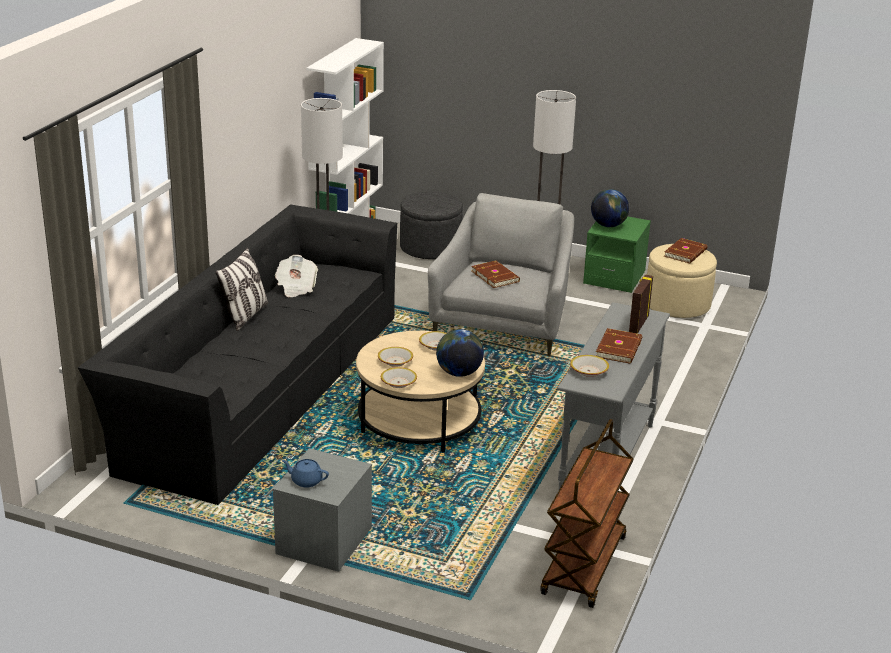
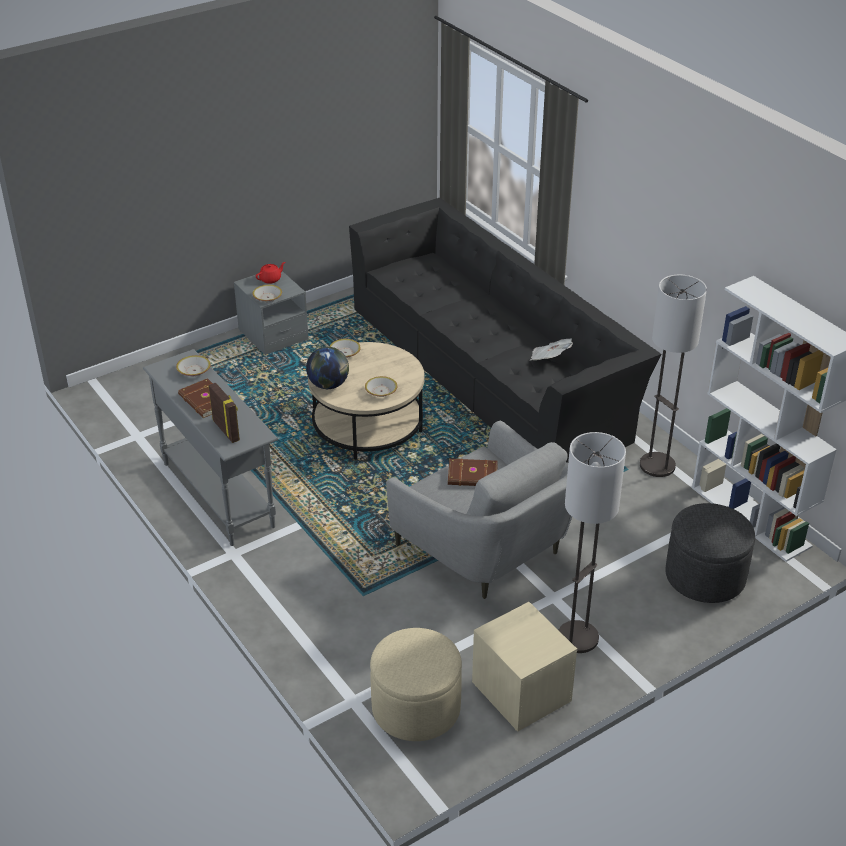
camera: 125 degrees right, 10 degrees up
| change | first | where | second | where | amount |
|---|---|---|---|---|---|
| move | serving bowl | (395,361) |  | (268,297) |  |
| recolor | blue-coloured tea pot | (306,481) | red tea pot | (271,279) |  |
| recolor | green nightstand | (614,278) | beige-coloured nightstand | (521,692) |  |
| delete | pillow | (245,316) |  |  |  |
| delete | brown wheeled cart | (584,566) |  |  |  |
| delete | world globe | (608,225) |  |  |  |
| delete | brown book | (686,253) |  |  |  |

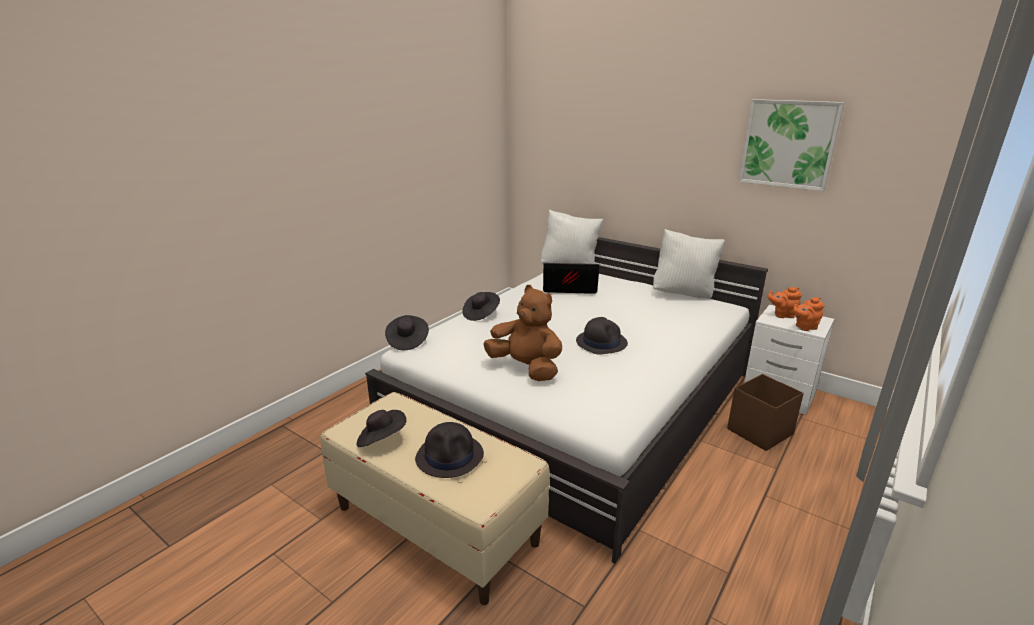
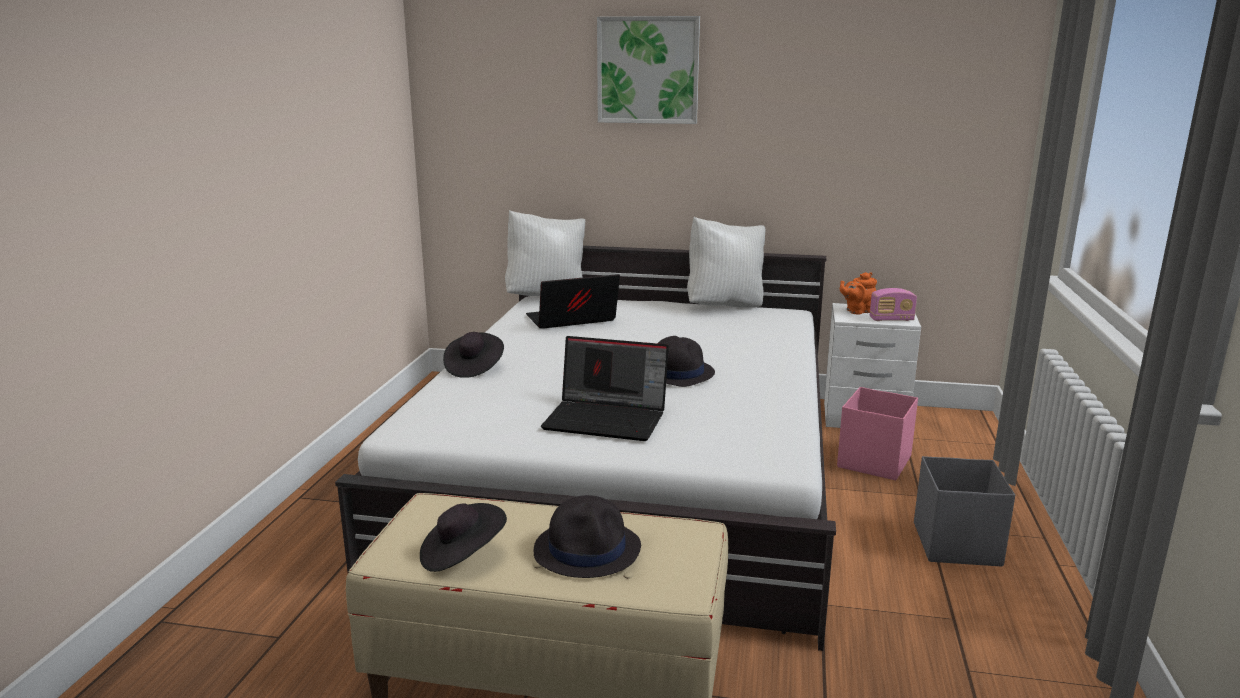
camera: 25 degrees left, 5 degrees down
| change | first | where | second | where | amount |
|---|---|---|---|---|---|
| replace | brown plush toy | (526,368) | portable computer | (608,419) |  |
| move | wall art | (788,144) |  | (648,70) |  |
| recolor | brown storage box | (759,432) | pinkish storage box | (873,462) |  |
| replace | orange-coloured tea pot | (804,327) | radio | (891,319) |  |
| insert |  |  | gray storage box | (956,543) |  |
| delete | black-coloured clothing hat | (407,341) |  |  |  |

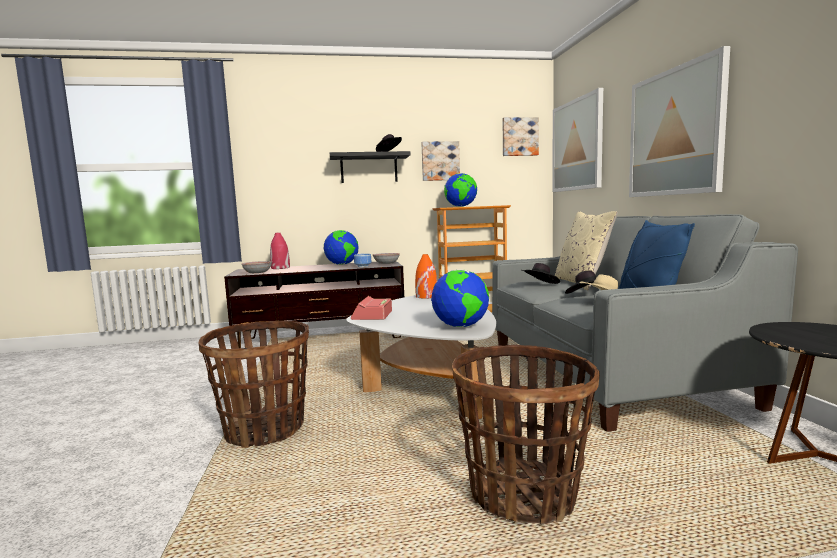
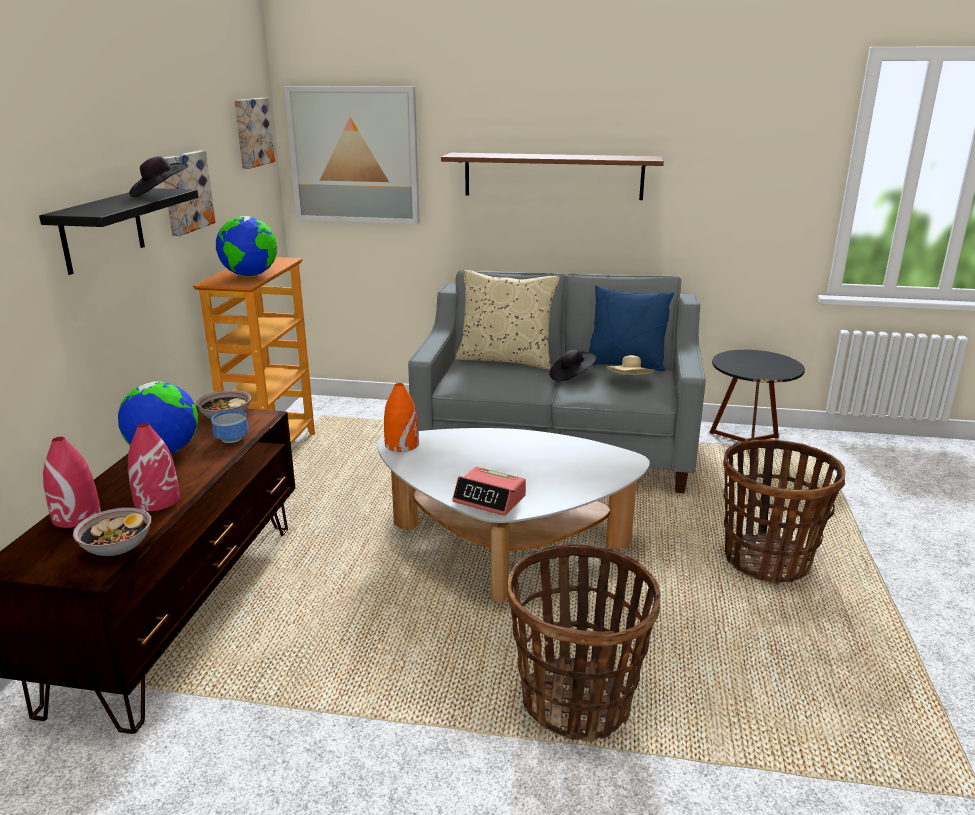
camera: 70 degrees left, 15 degrees up
| change | first | where | second | where | amount |
|---|---|---|---|---|---|
| insert |  |  | red decorative vase | (157,500) |  |
| replace | wall art | (675,132) | brown bracket shelf | (553,176) |  |
| delete | world globe | (461,326) |  |  |  |
| delete | black-coloured clothing hat | (540,285) |  |  |  |

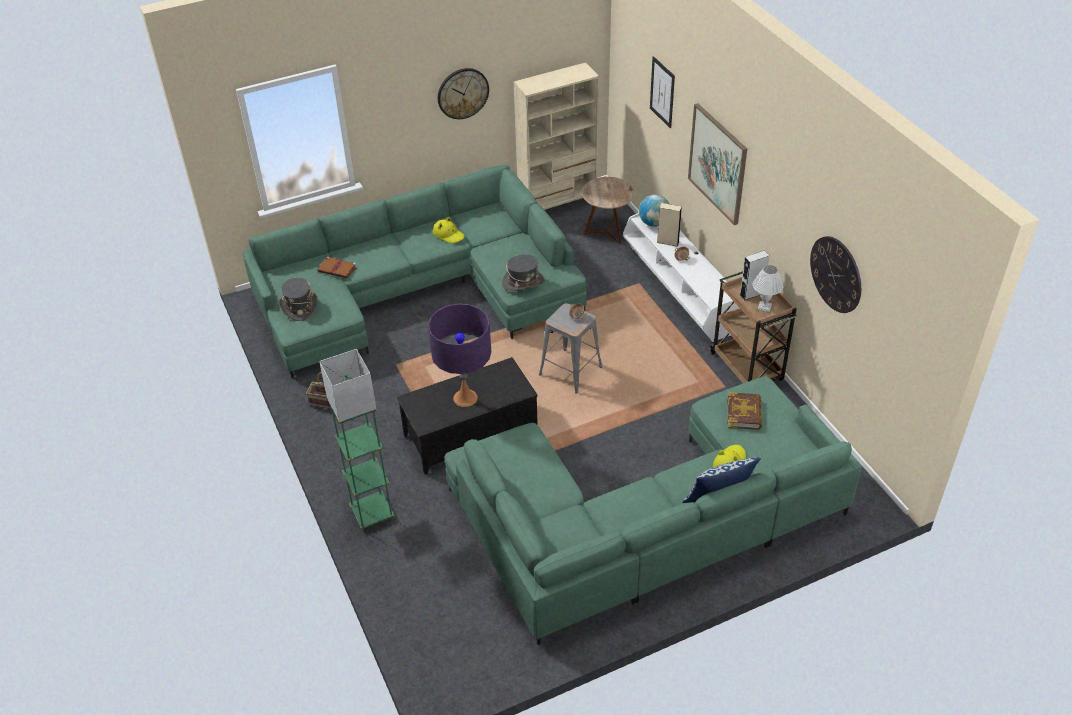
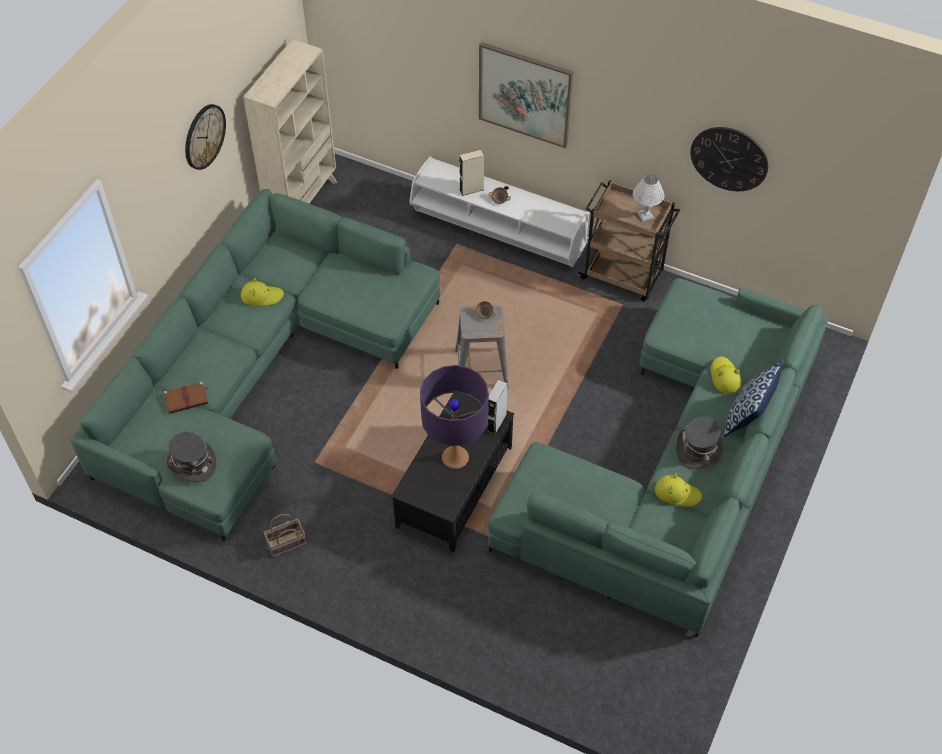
camera: 40 degrees left, 10 degrees up
| change | first | where | second | where | amount |
|---|---|---|---|---|---|
| move | gray loudspeaker | (751,294) |  | (496,422) |  |
| insert |  |  | yellow-coloured clothing hat | (677,493) |  |
| move | gray clothing hat | (523,282) |  | (698,449) |  |
| delete | green floor lamp | (372,513) |  |  |  |
| delete | brown end table | (606,233) |  |  |  |
| delete | world globe | (653,223) |  |  |  |
| delete | wall art | (662,92) |  |  |  |
| delete | book | (744,413) |  |  |  |

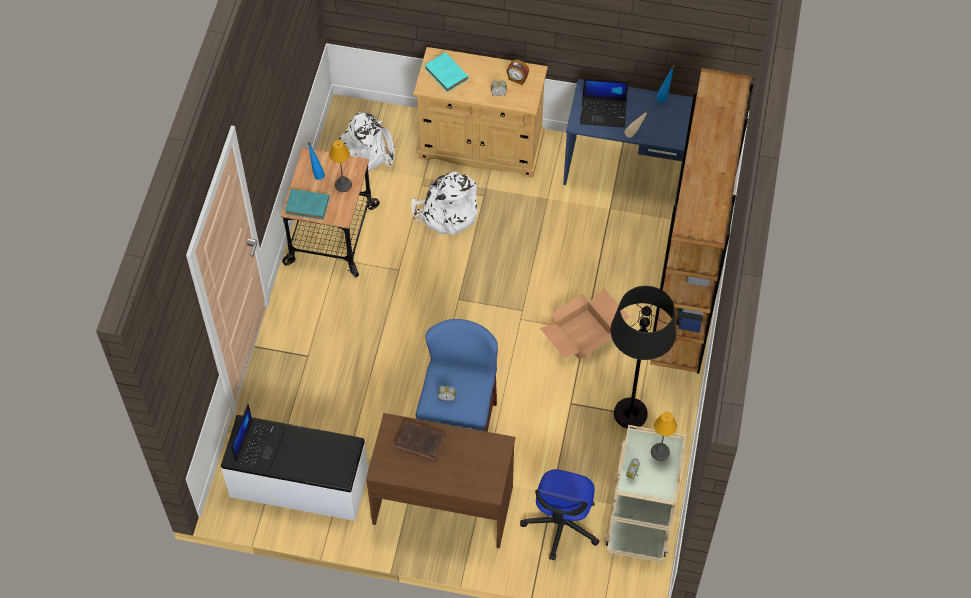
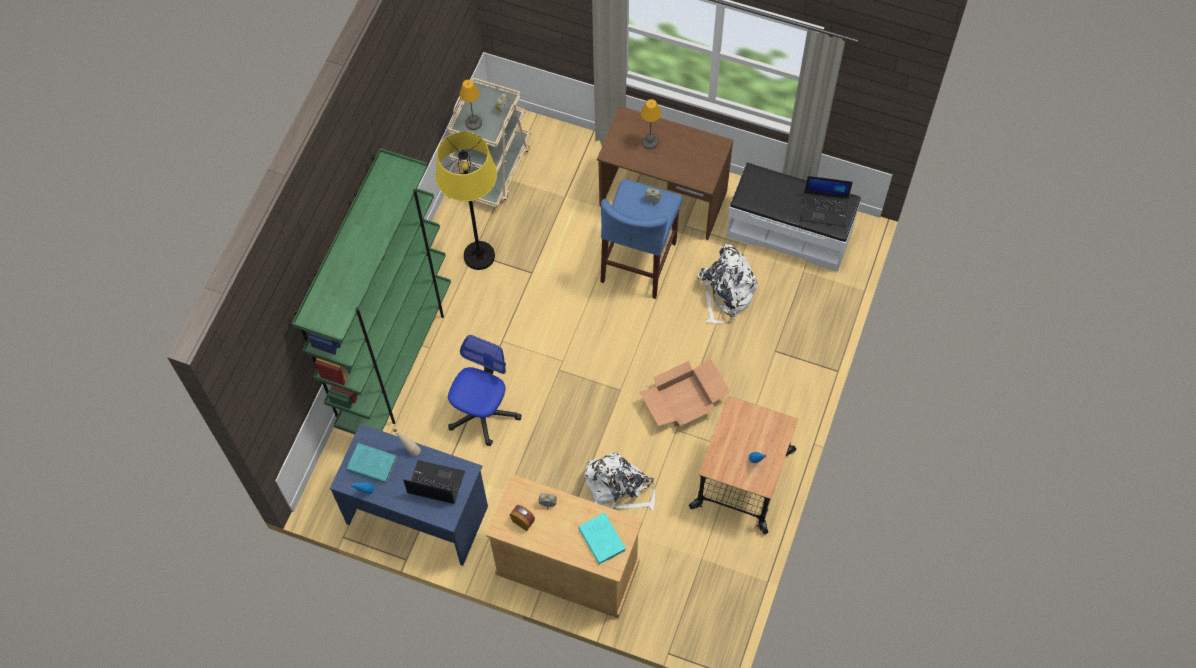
camera: 170 degrees left, 5 degrees up
| change | first | where | second | where | amount |
|---|---|---|---|---|---|
| recolor | brown bookshelf | (685,298) | green bookshelf | (396,360) |  |
| move | turquoise-coloured book | (308,206) |  | (371,464) |  |
| recolor | black-coloured floor lamp | (630,414) | yellow-coloured floor lamp | (479,255) |  |
| move | desk chair | (561,525) |  | (483,412) |  |
| move | packing box | (583,335) |  | (684,400) |  |
| move | table lamp | (343,185) |  | (649,142) |  |
| move | white-coloured knapsack | (365,150) |  | (726,293) |  |
| rotate | portable computer | (259,444) |  | (825,209) | 105 degrees counterclockwise |
| delete | brown book | (421,442) |  |  |  |

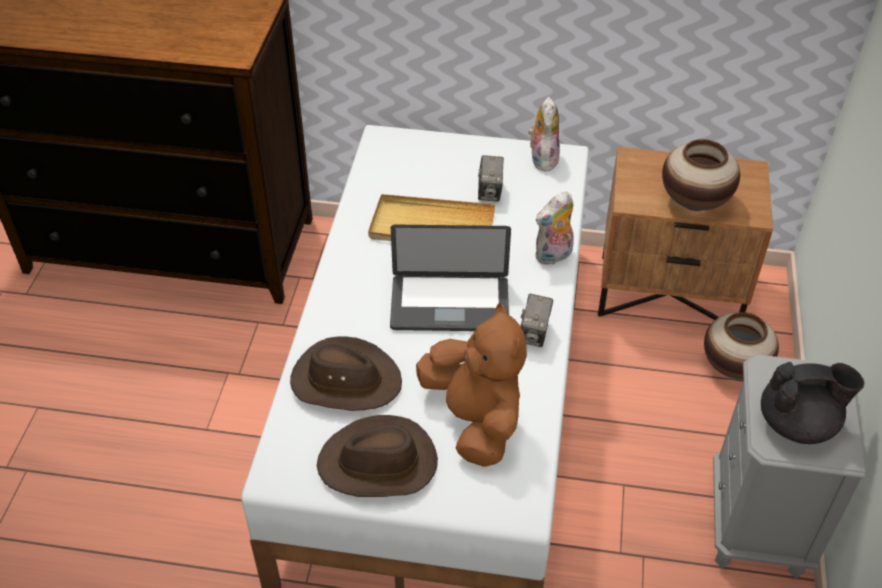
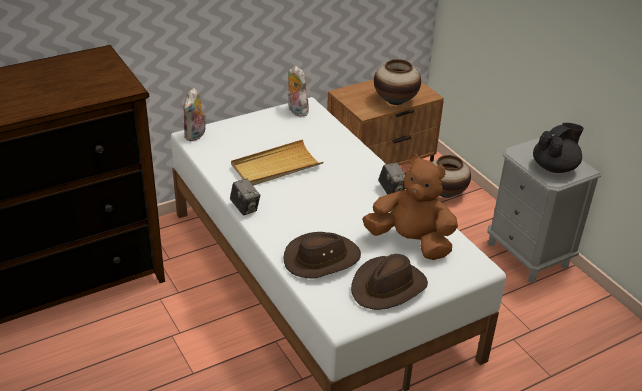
camera: 40 degrees left, 10 degrees down
| change | first | where | second | where | amount |
|---|---|---|---|---|---|
| move | plush toy | (553,256) |  | (196,135) |  |
| move | photo camera | (490,192) |  | (245,208) |  |
| delete | portable computer | (449,305) |  |  |  |

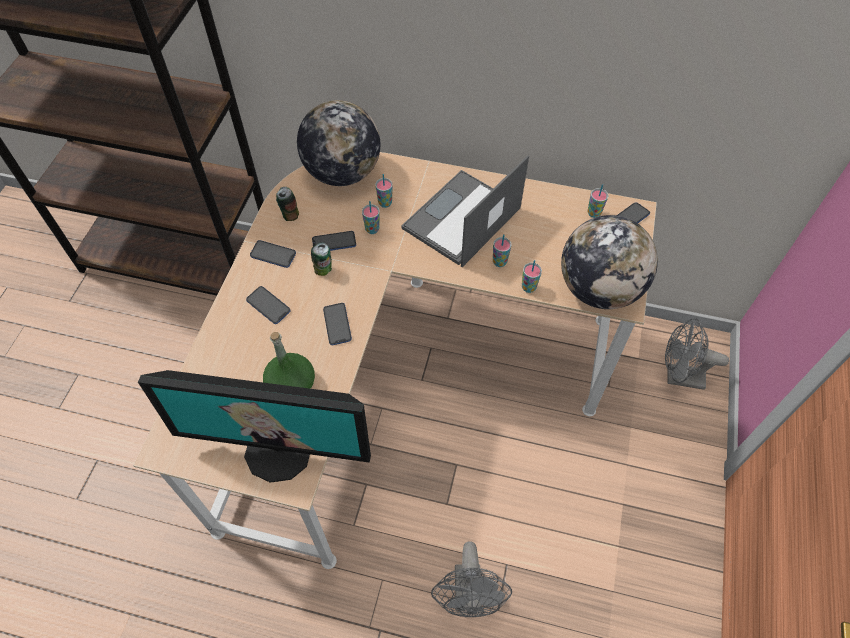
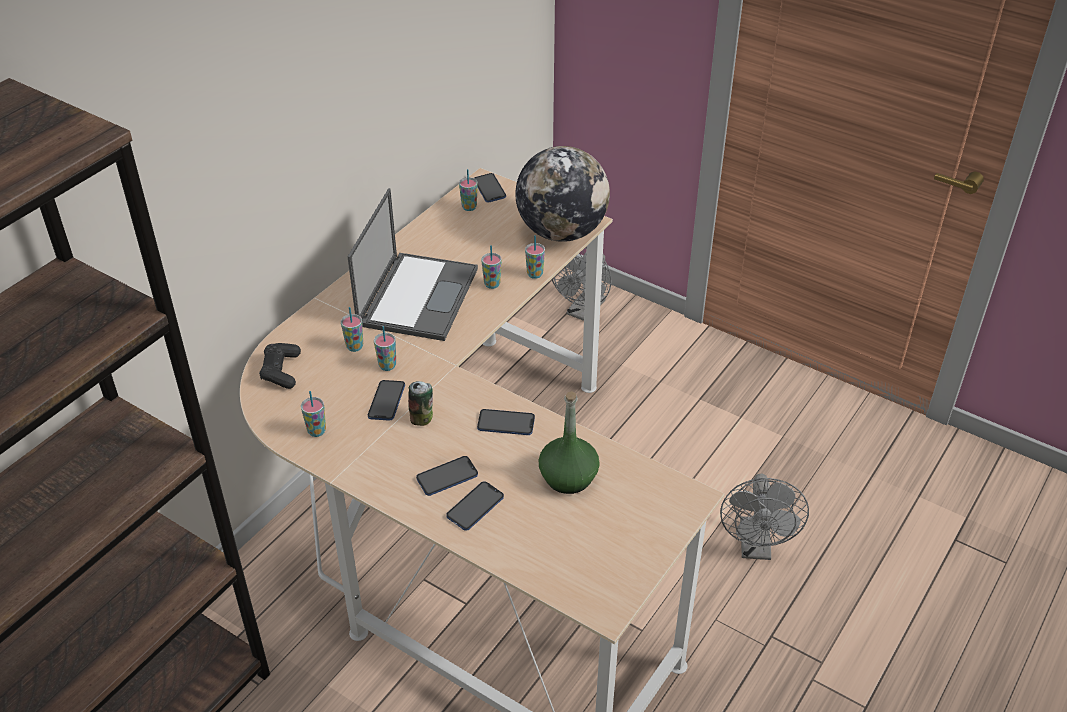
camera: 70 degrees left, 15 degrees down
| change | first | where | second | where | amount |
|---|---|---|---|---|---|
| replace | world globe | (342,173) | black-coloured game controller | (281,371) |  |
| replace | can | (290,215) | small cup | (316,431) |  |
| rotate | portable computer | (461,219) |  | (418,295) | 135 degrees counterclockwise |
| move | telephone | (273,255) |  | (475,507) |  |
| rotate | gray electric fan | (468,596) |  | (756,547) | 75 degrees clockwise |
| delete | monitor | (278,452) |  |  |  |

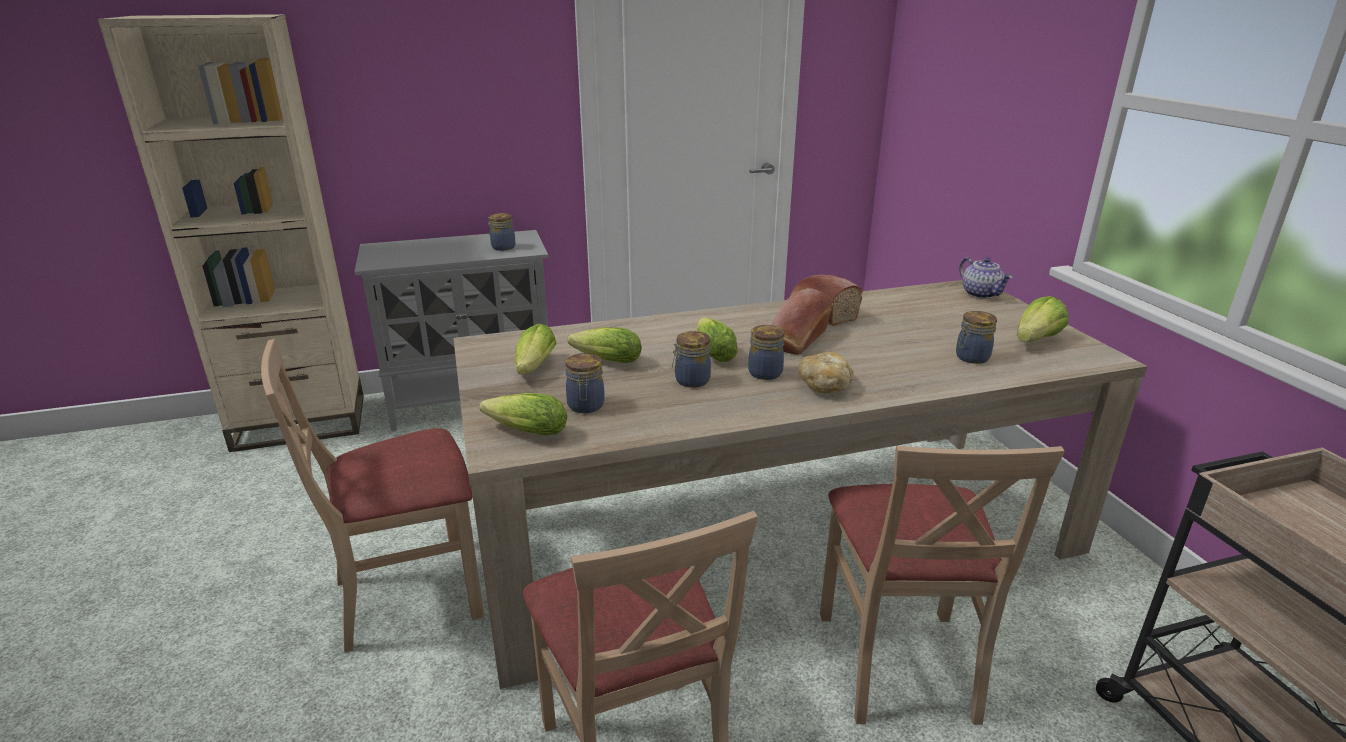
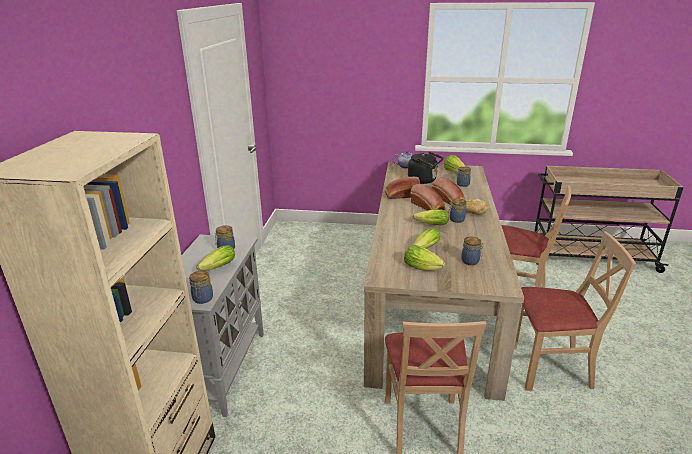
camera: 65 degrees left, 0 degrees up
| change | first | where | second | where | amount |
|---|---|---|---|---|---|
| move | preserve jar | (691,381) |  | (202,299) |  |
| move | head of lettuce | (523,431) |  | (216,268) |  |
| insert |  |  | black-coloured tea kettle | (424,180) |  |
| insert |  |  | baked bread | (448,200) |  |

